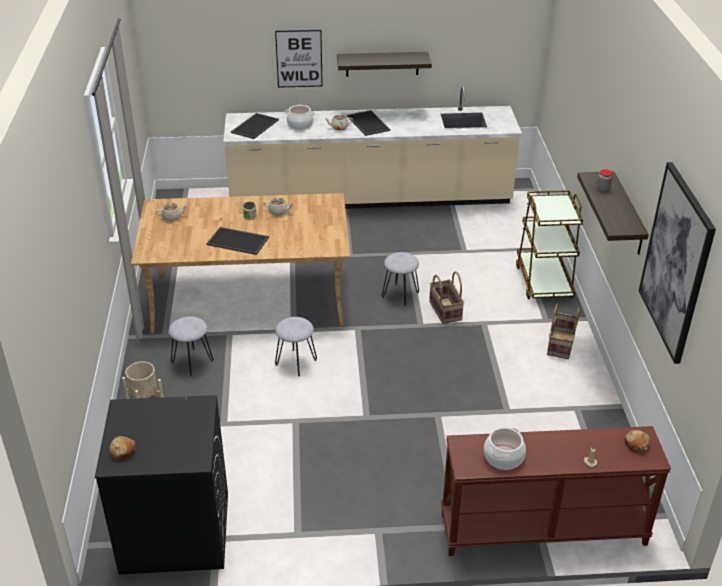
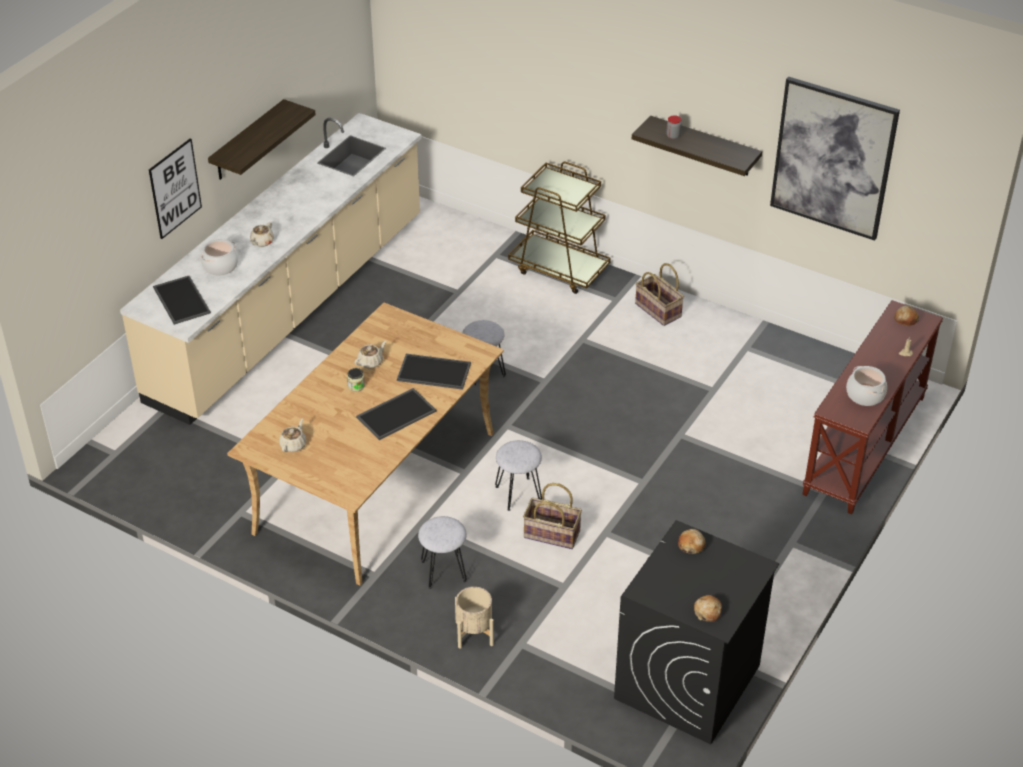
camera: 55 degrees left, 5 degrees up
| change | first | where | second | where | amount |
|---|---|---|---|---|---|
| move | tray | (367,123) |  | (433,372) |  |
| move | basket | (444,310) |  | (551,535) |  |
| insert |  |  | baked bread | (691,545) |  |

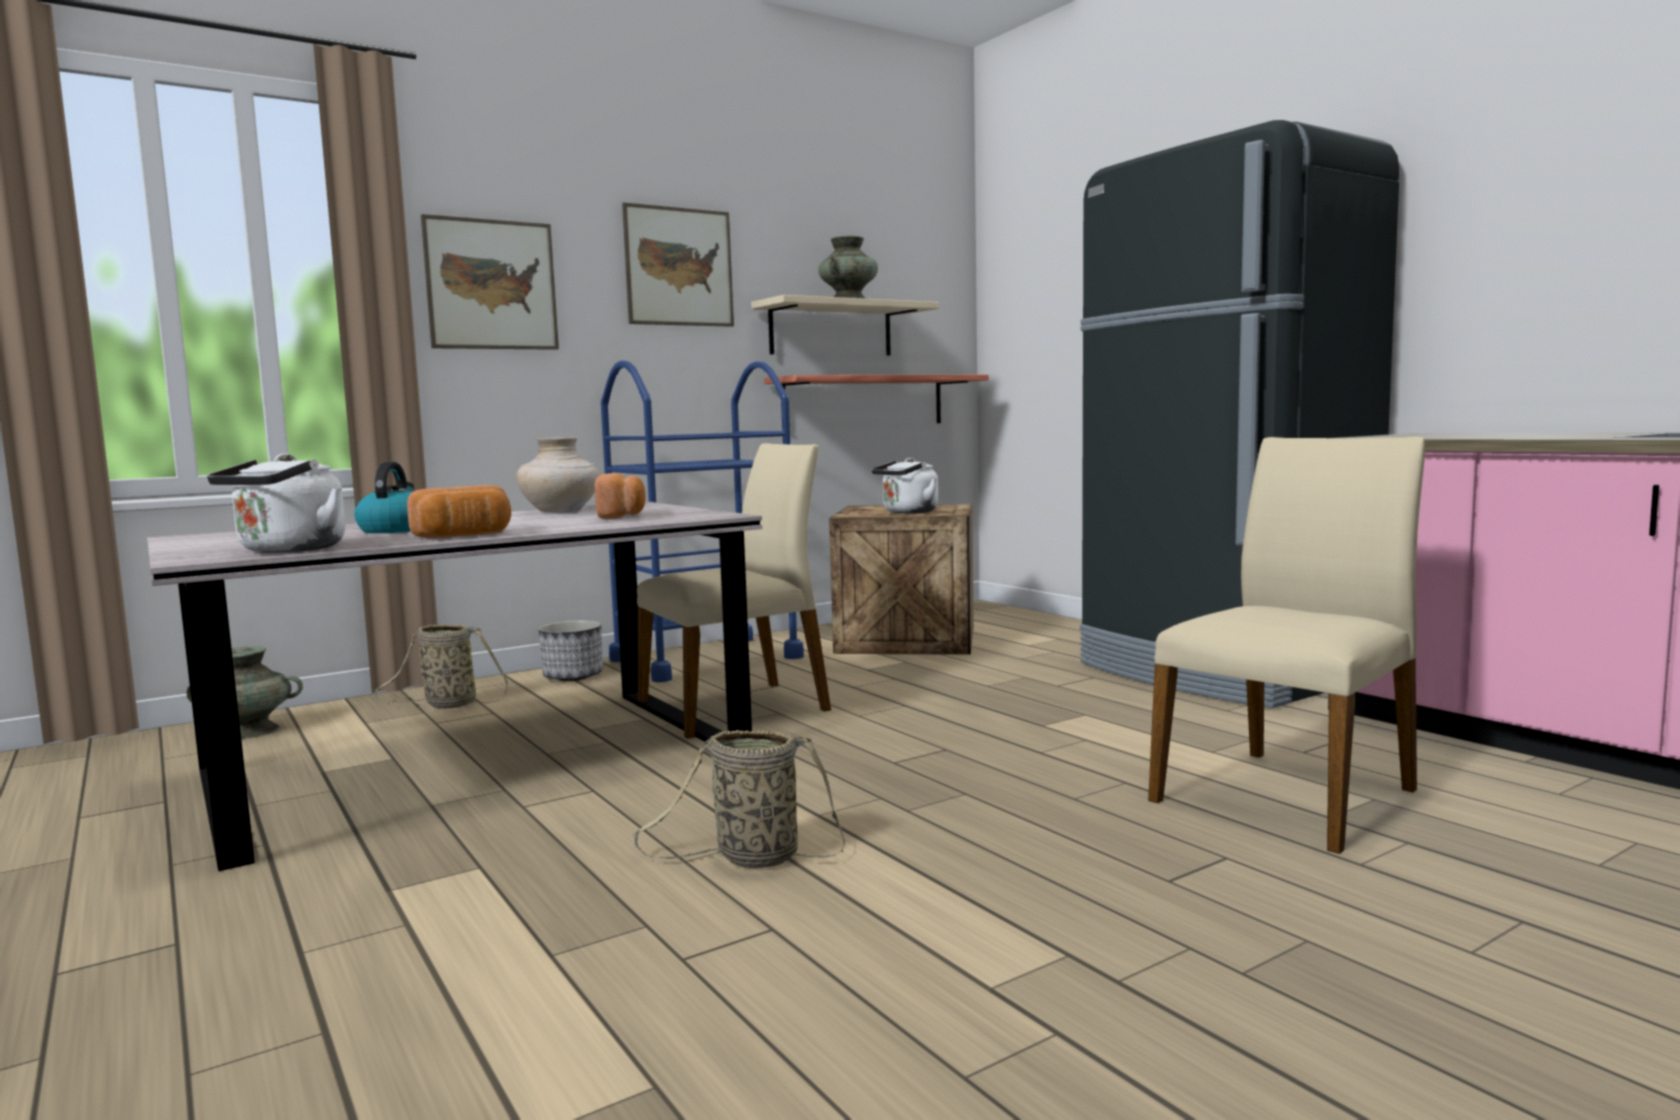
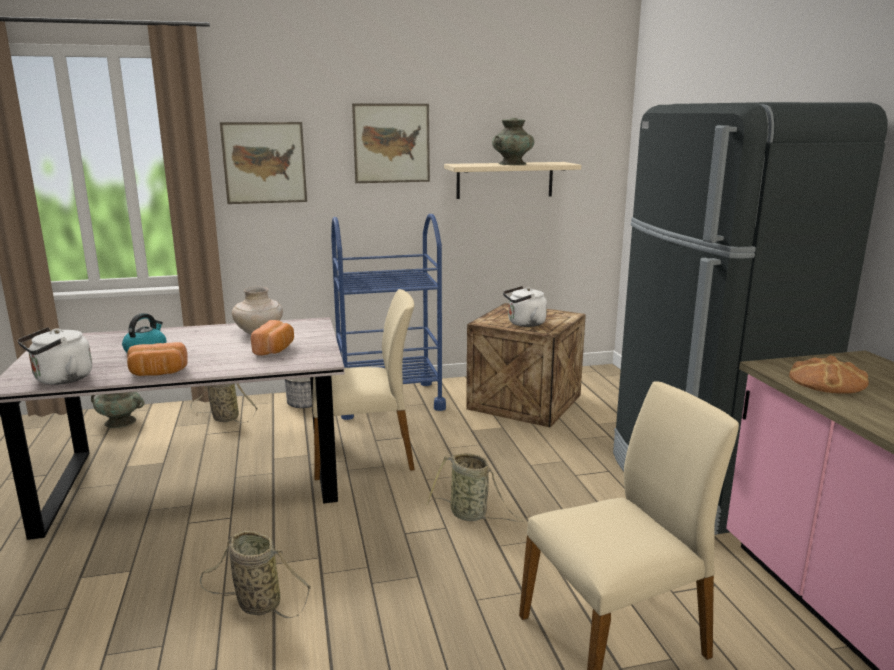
camera: 20 degrees right, 10 degrees up
| change | first | where | second | where | amount |
|---|---|---|---|---|---|
| insert |  |  | basket | (471,515) |  |
| insert |  |  | baked bread | (827,381) |  |
| delete | bracket shelf | (864,401) |  |  |  |

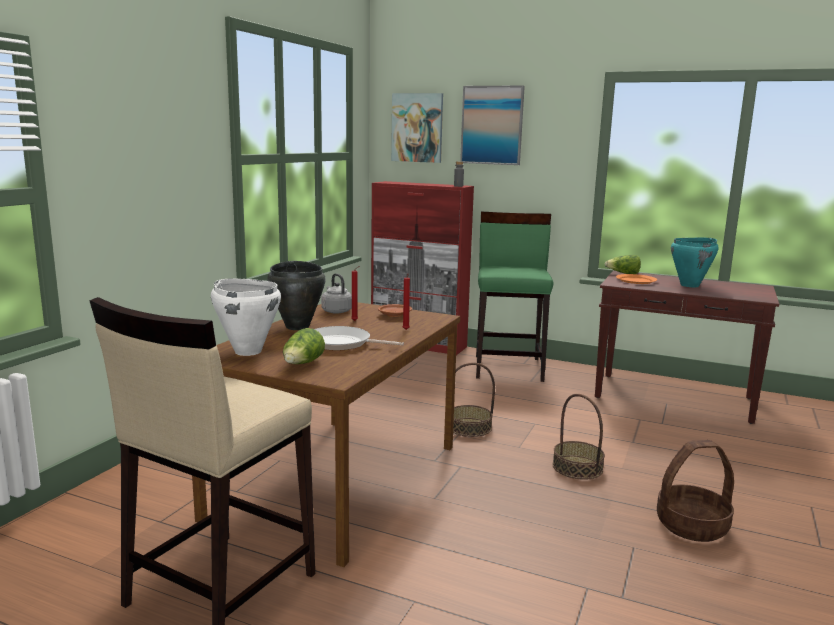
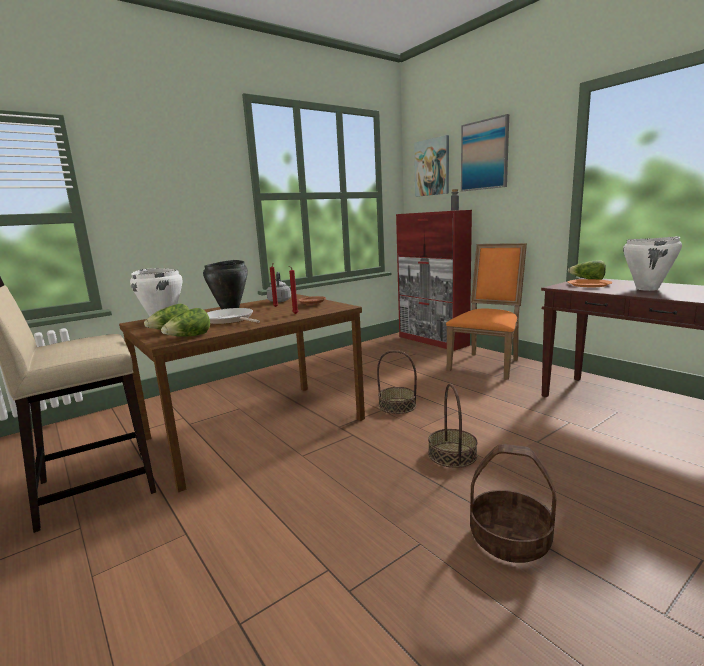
camera: 30 degrees right, 0 degrees up
| change | first | where | second | where | amount |
|---|---|---|---|---|---|
| insert |  |  | head of lettuce | (189,337) |  |
| replace | green stool | (509,368) | orange-coloured plain chair | (487,364) |  |
| recolor | turquoise-coloured stockpot | (690,285) | white-coloured stockpot | (647,289) |  |

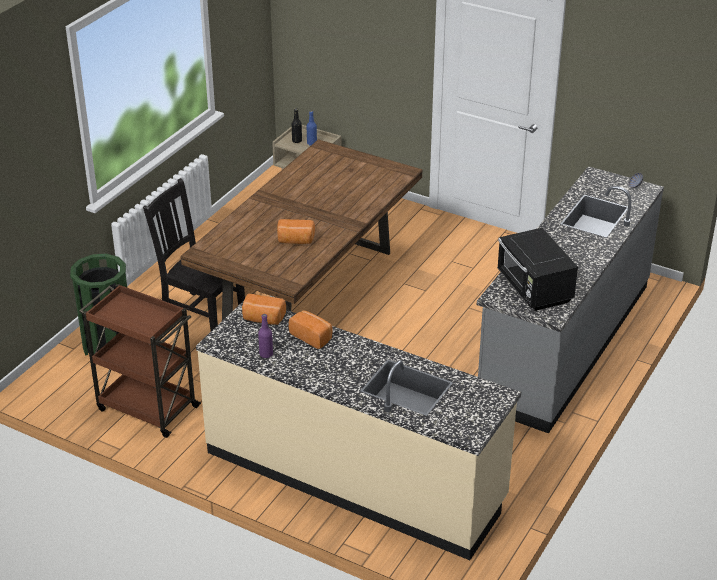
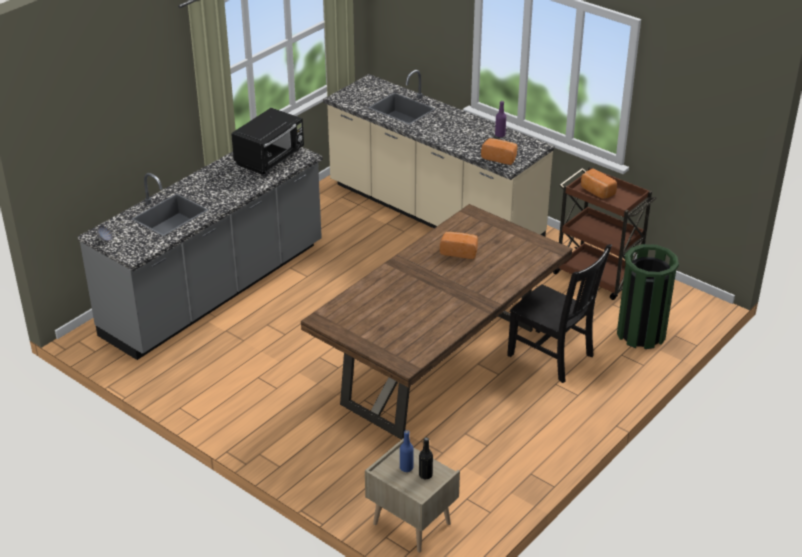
camera: 170 degrees left, 0 degrees up
| change | first | where | second | where | amount |
|---|---|---|---|---|---|
| rotate | black-coloured microwave | (534,289) |  | (270,158) | 45 degrees clockwise |
| move | baked bread | (312,336) |  | (596,192) |  |

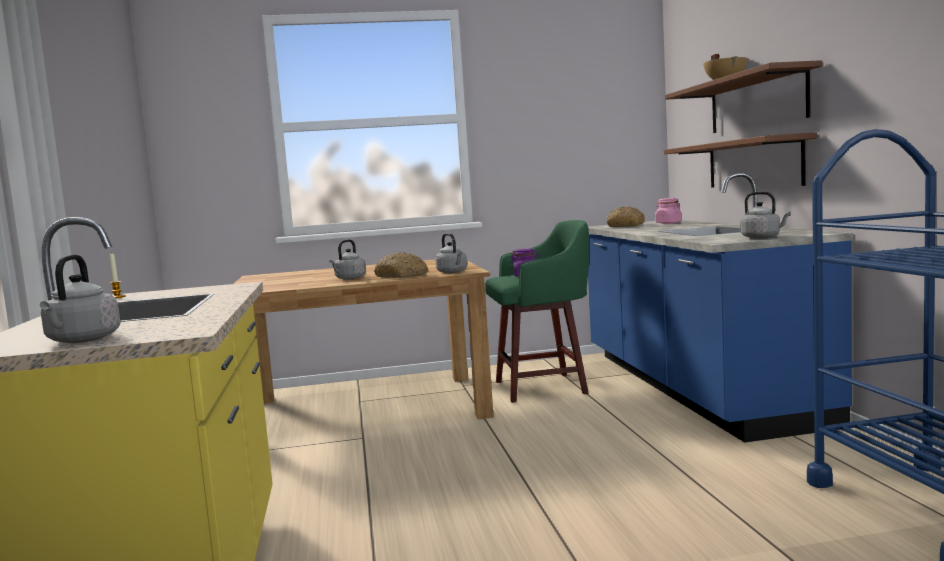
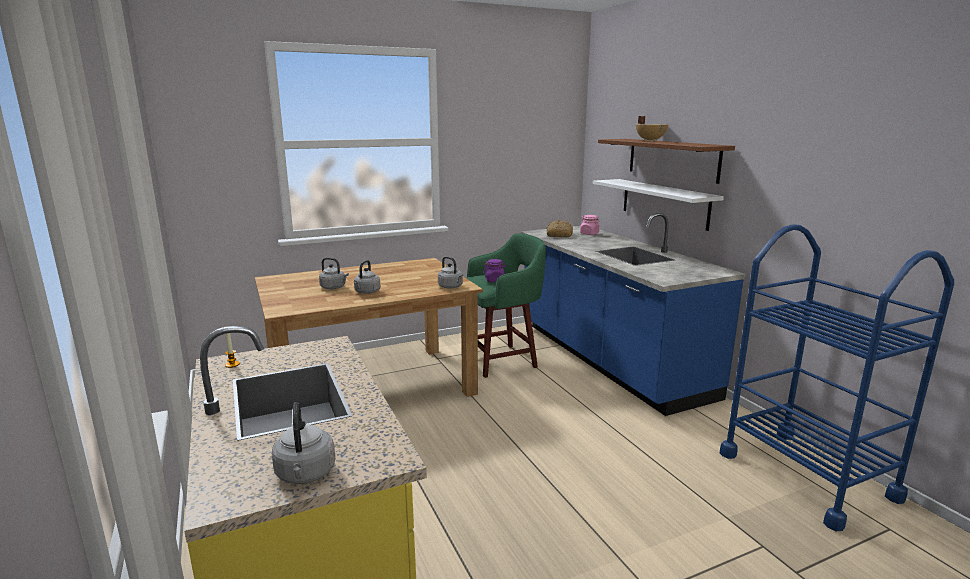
camera: 15 degrees left, 10 degrees up
| change | first | where | second | where | amount |
|---|---|---|---|---|---|
| move | gray tea kettle | (763,237) |  | (334,287) |  |
| recolor | brown bracket shelf | (753,163) | white-coloured bracket shelf | (664,203) |  |
| delete | baked bread | (402,275) |  |  |  |

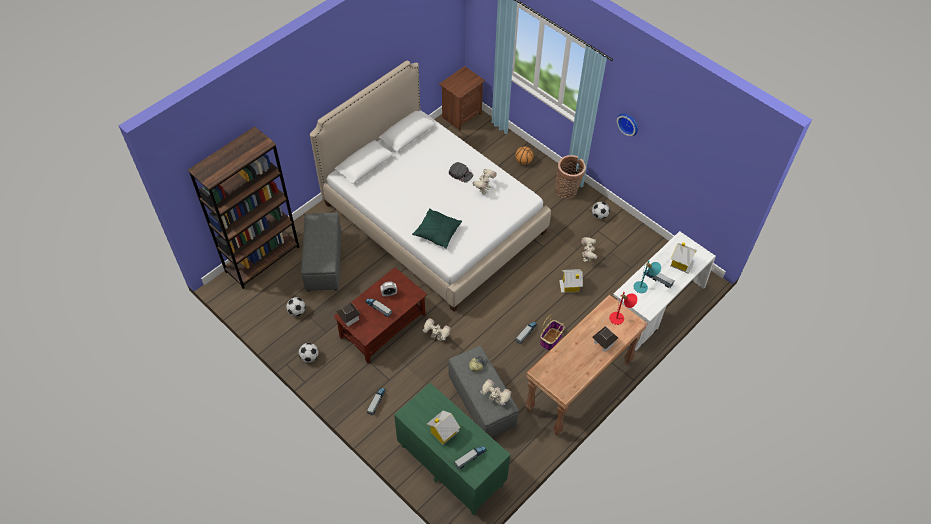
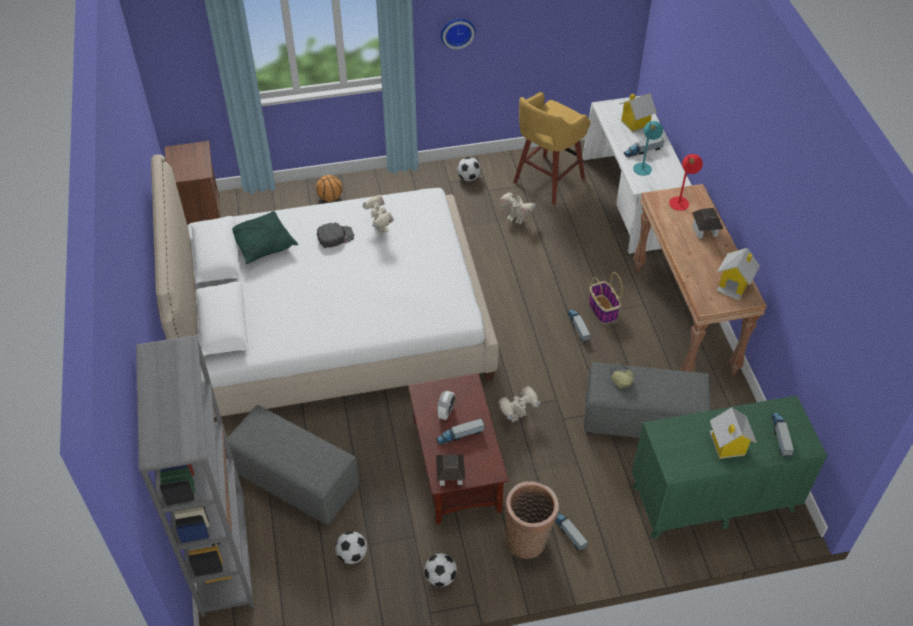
camera: 55 degrees left, 5 degrees down
| change | first | where | second | where | amount |
|---|---|---|---|---|---|
| recolor | brown bookshelf | (262,259) | gray bookshelf | (223,554) |  |
| move | green pillow | (437,232) |  | (262,244) |  |
| move | basket | (567,191) |  | (528,539) |  |
| insert |  |  | yellow-coloured stool | (547,181) |  |
| move | toy house | (570,286) |  | (734,285) |  |
| delete | robot figure | (495,400) |  |  |  |

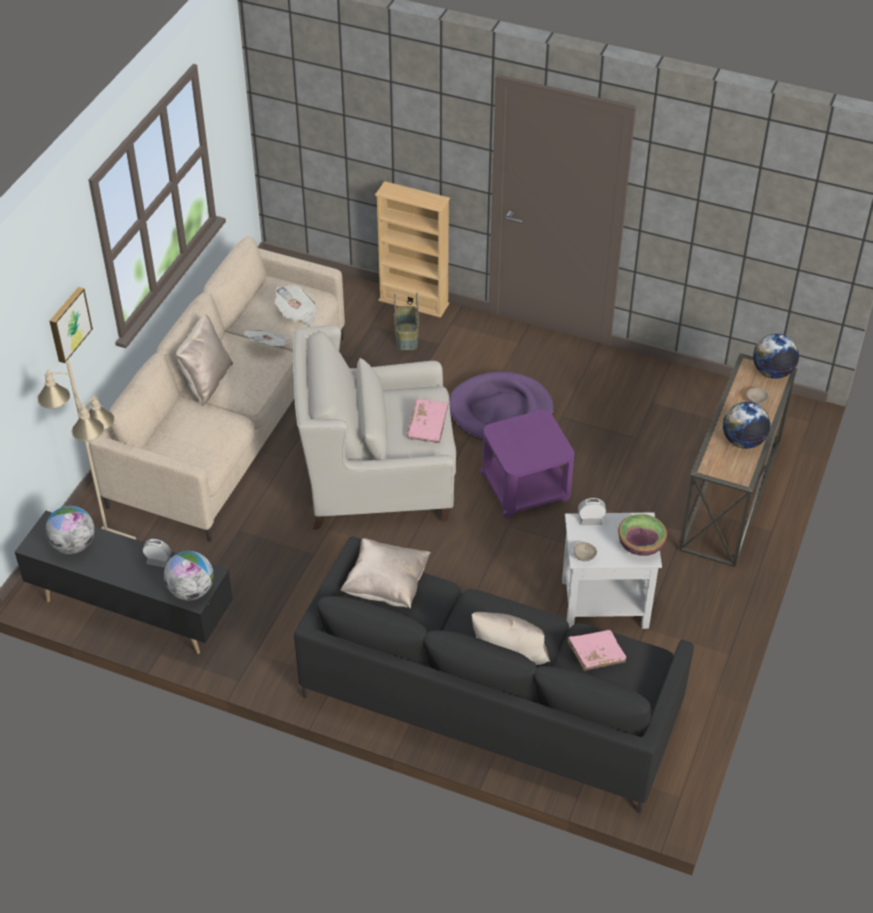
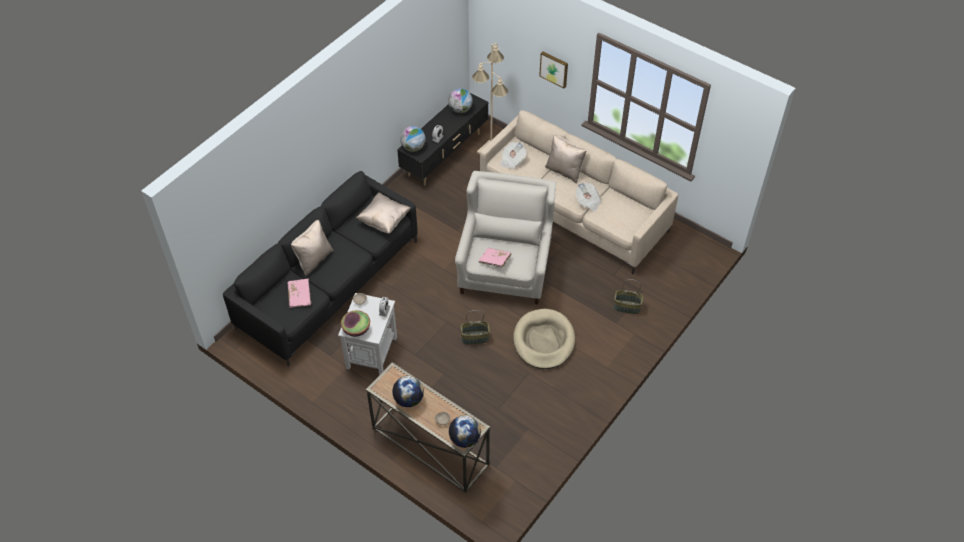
camera: 105 degrees right, 5 degrees up
| change | first | where | second | where | amount |
|---|---|---|---|---|---|
| replace | purplish end table | (526,486) | basket | (475,338) |  |
| move | printed paper | (297,314) |  | (512,161) |  |
| recolor | purplish dog bed | (500,411) | beige-coloured dog bed | (544,341) |  |
| delete | beige-coloured bookshelf | (414,302) |  |  |  |

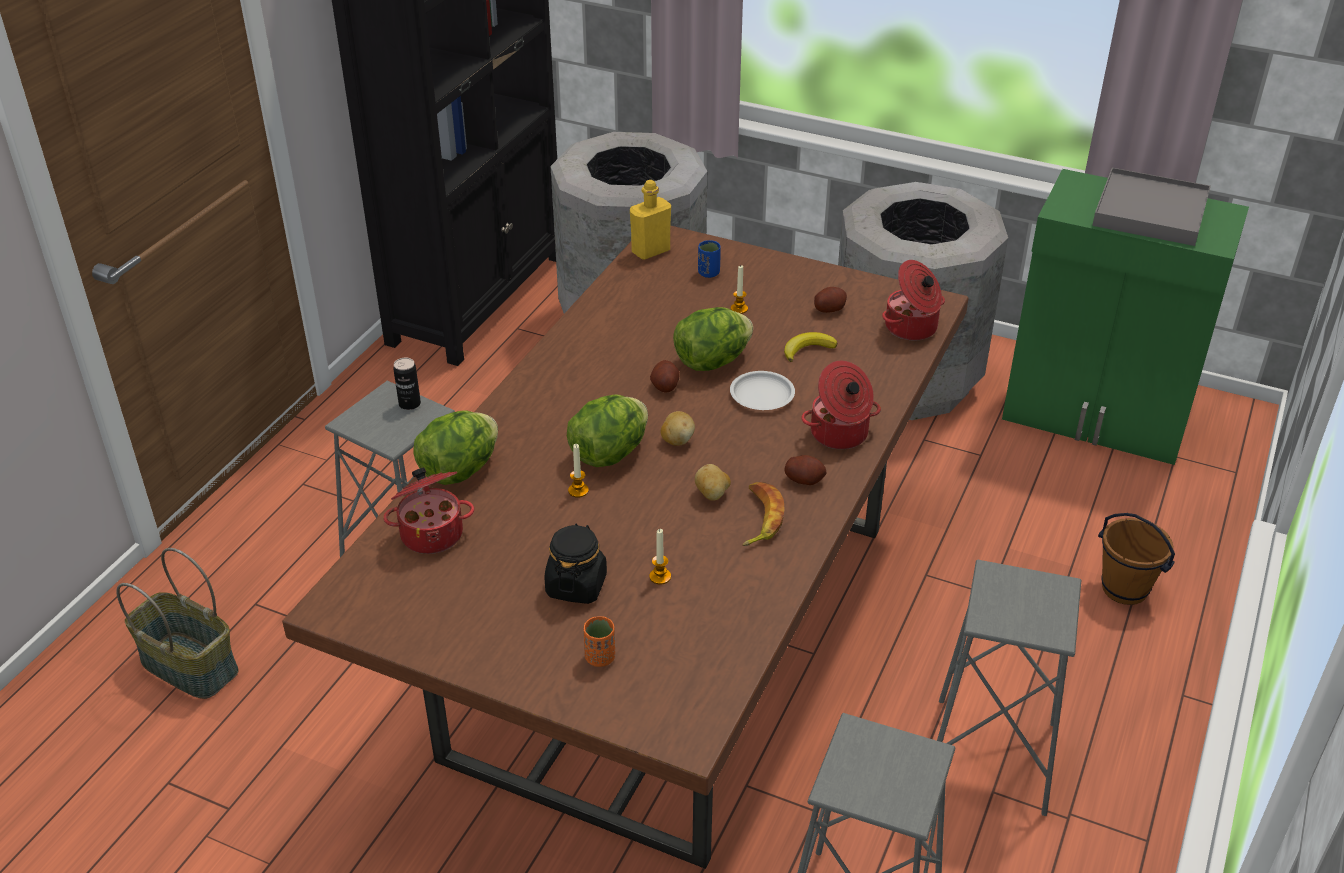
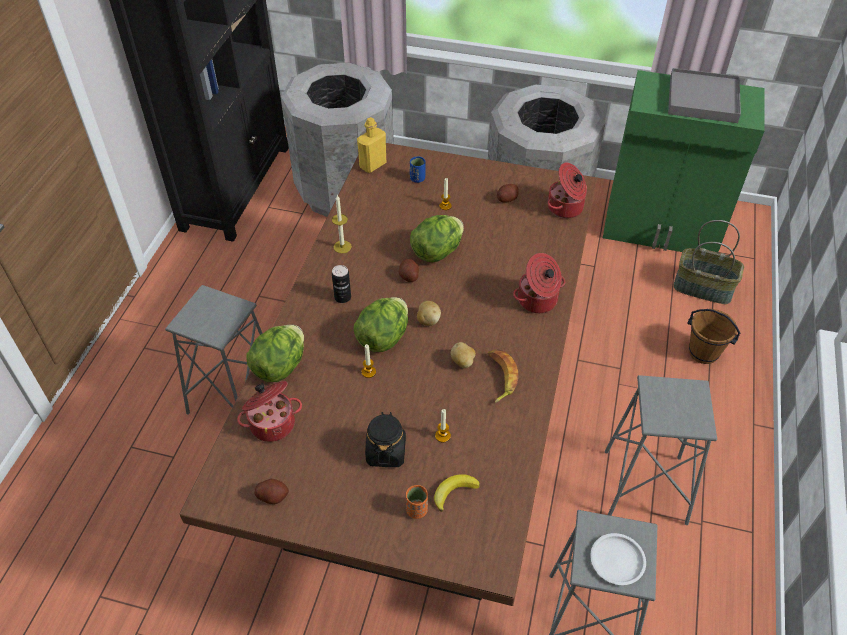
camera: 10 degrees left, 10 degrees up
| change | first | where | second | where | amount |
|---|---|---|---|---|---|
| move | whole potato | (804,480) |  | (273,496) |  |
| insert |  |  | wax candle | (342,247) |  |
| move | can | (409,404) |  | (342,297) |  |
| move | banana | (807,349) |  | (454,492) |  |
| move | white-coloured flat dish | (761,395) |  | (617,561) |  |
| move | basket | (191,665) |  | (703,287) |  |

